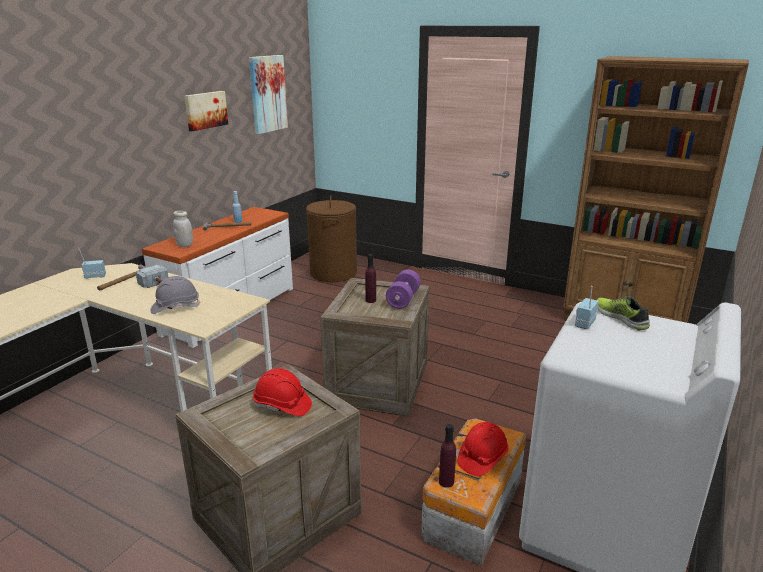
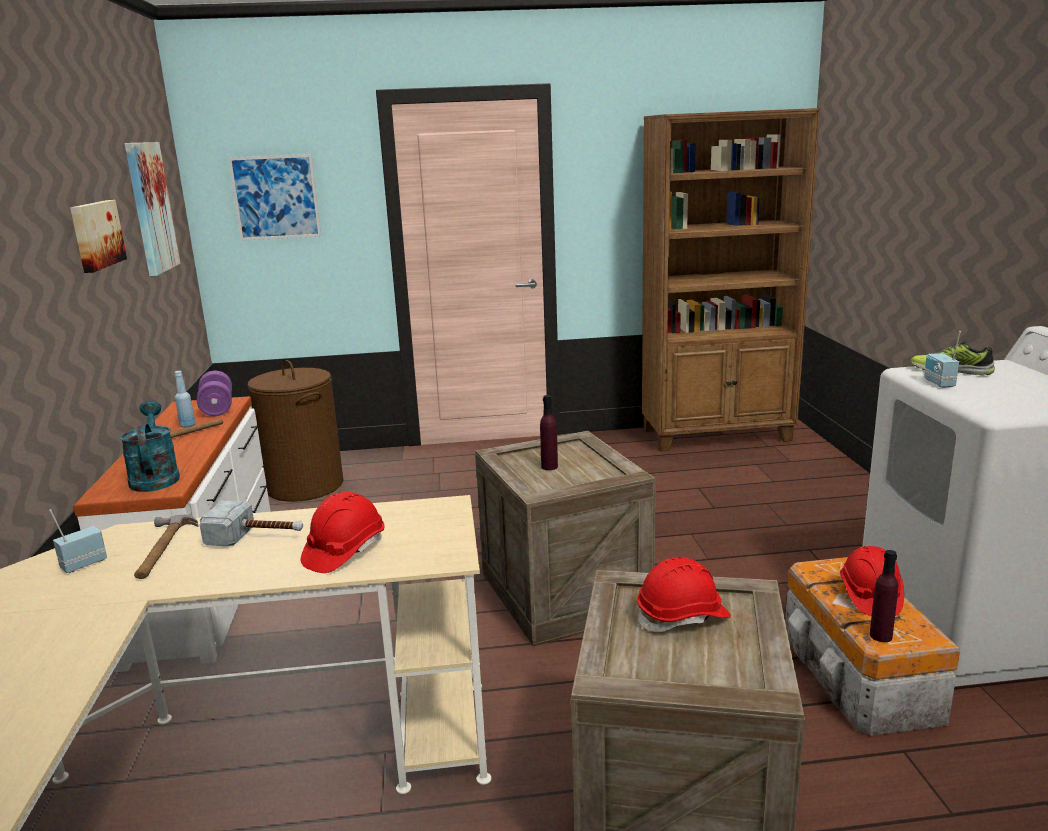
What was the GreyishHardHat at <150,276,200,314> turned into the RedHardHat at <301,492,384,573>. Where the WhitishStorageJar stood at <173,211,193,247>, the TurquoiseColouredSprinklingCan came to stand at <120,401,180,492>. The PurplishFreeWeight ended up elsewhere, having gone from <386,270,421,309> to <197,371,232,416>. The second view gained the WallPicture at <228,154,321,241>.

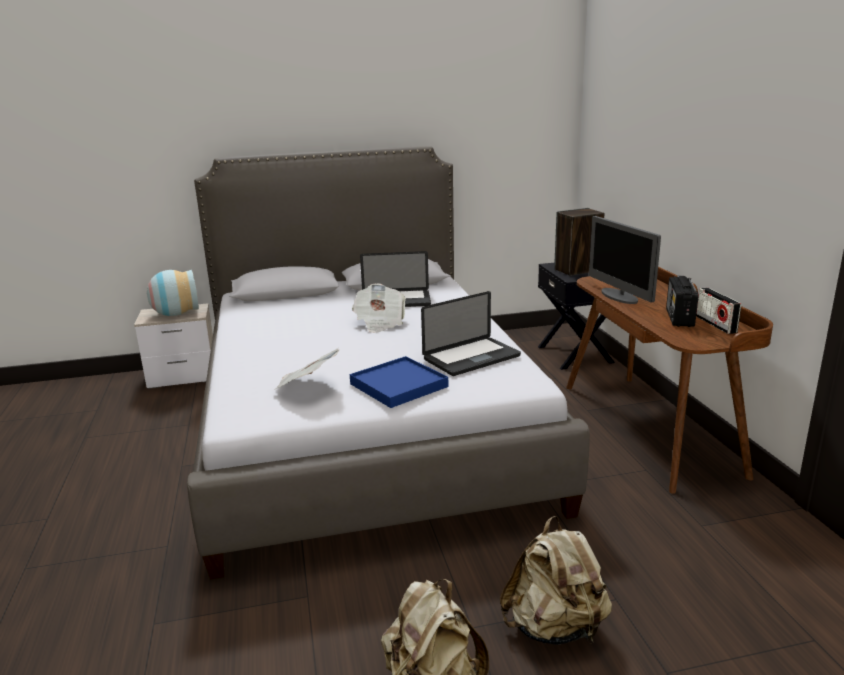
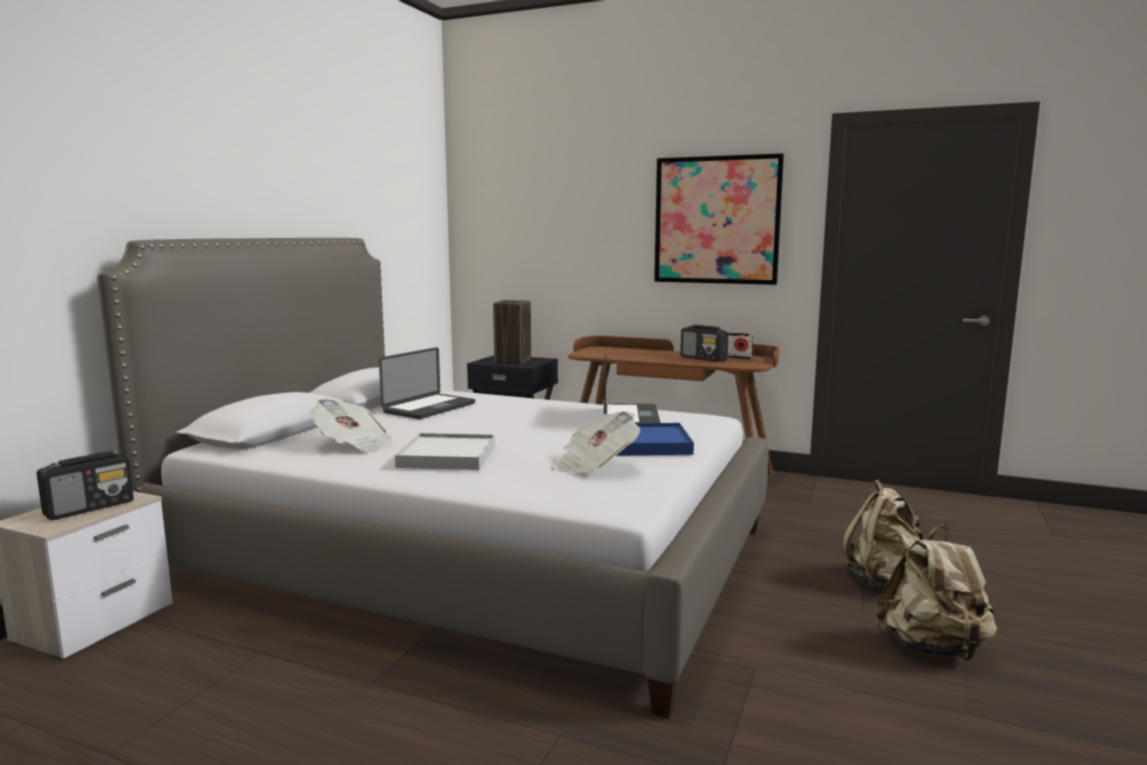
Where the Vase stood at <147,270,199,316>, the RadioSet came to stand at <36,451,134,520>. The PrintedPaper ended up elsewhere, having gone from <352,283,406,333> to <309,399,391,453>. The second view lost the ComputerDisplay at <589,216,661,304>. The second view gained the WhitishCarryingTray at <395,433,495,470>. The second view gained the WallPicture at <654,153,784,285>.

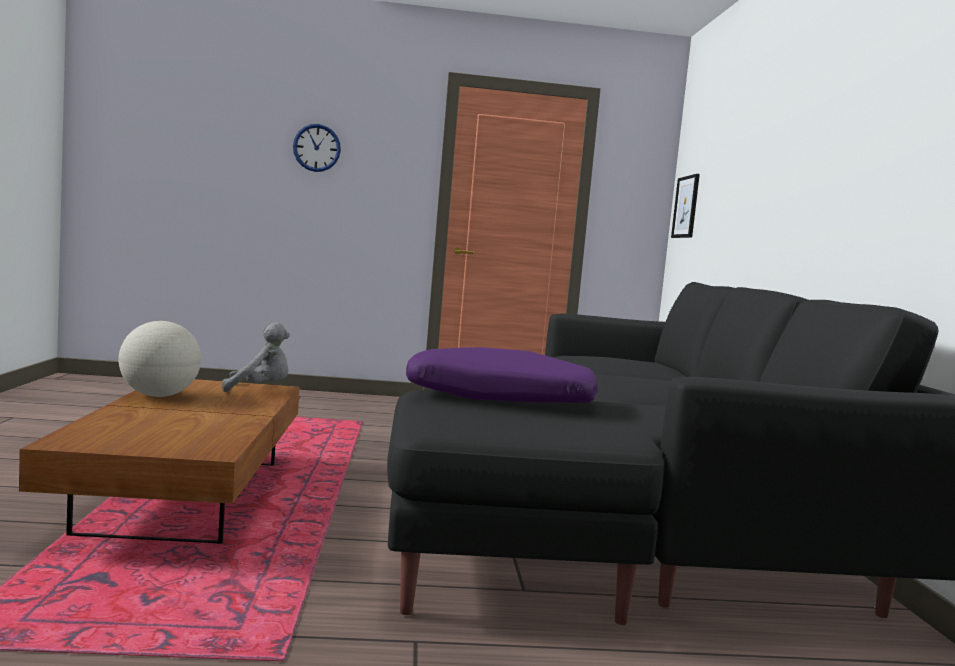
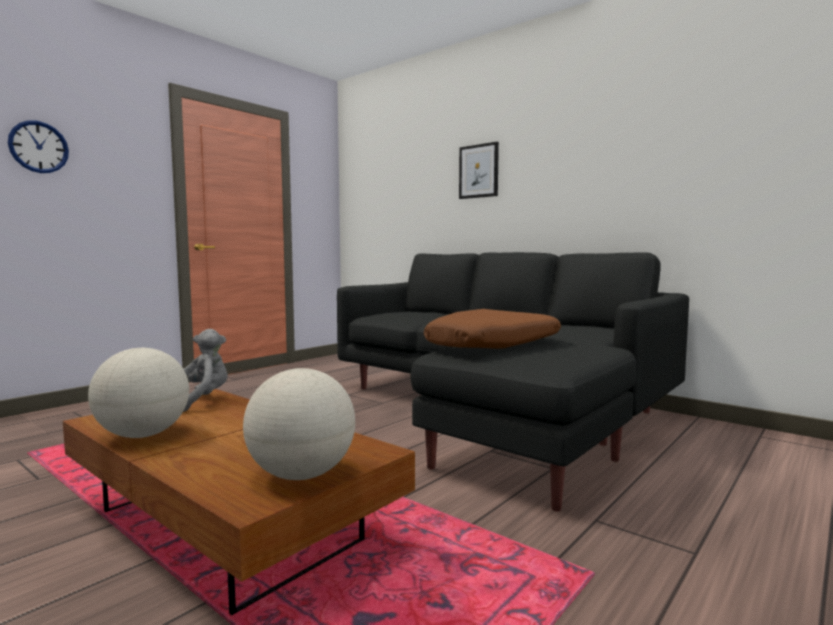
What was the PurplishPillow at <406,347,598,403> turned into the BrownishPillow at <424,309,561,349>. The WallPicture ended up elsewhere, having gone from <671,174,700,238> to <459,142,499,199>. The second view gained the WorldGlobe at <243,368,355,480>.

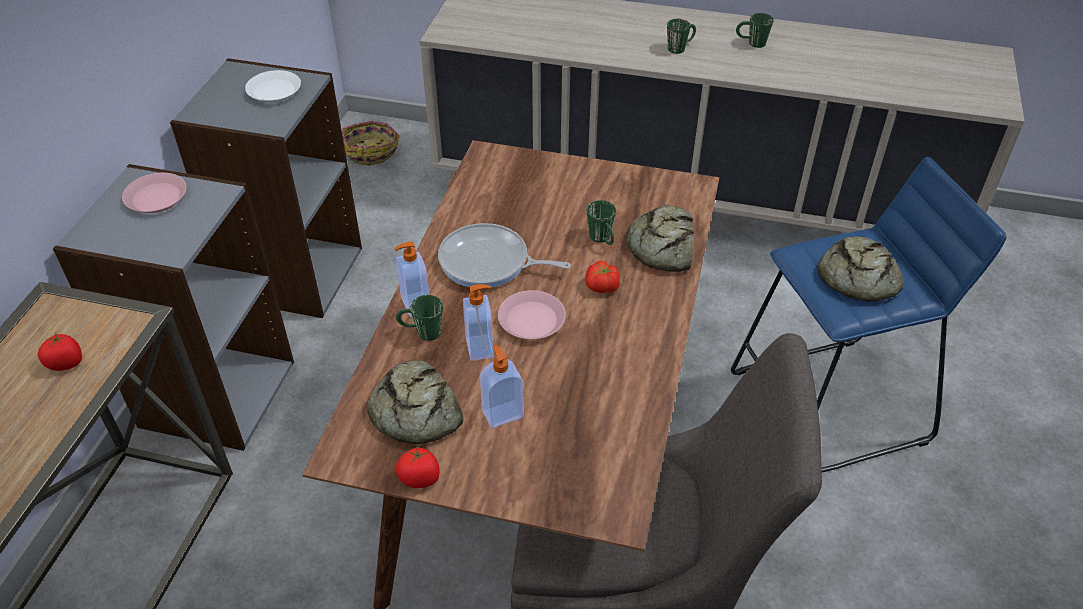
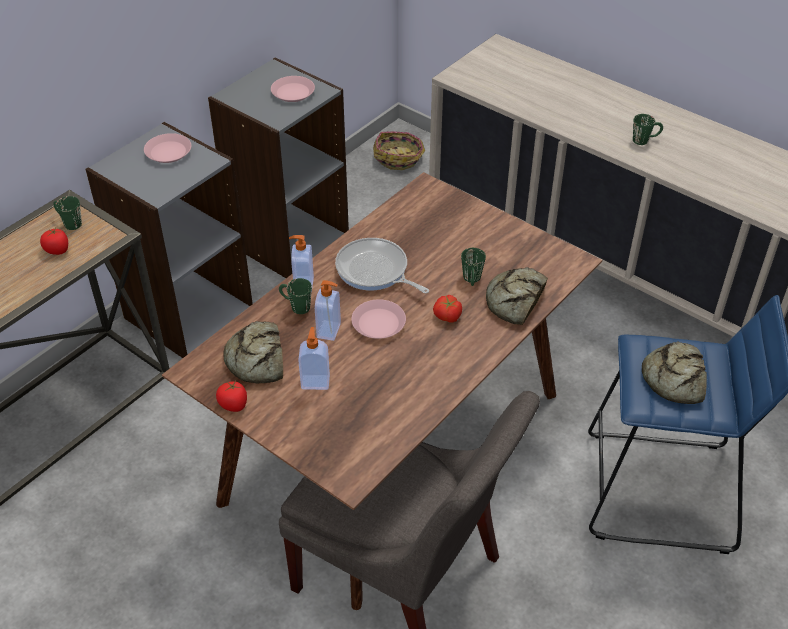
What was the WhitishPlate at <245,70,301,103> turned into the PinkColouredPlate at <271,76,315,102>. The GreenMug ended up elsewhere, having gone from <736,13,774,48> to <53,196,82,230>.

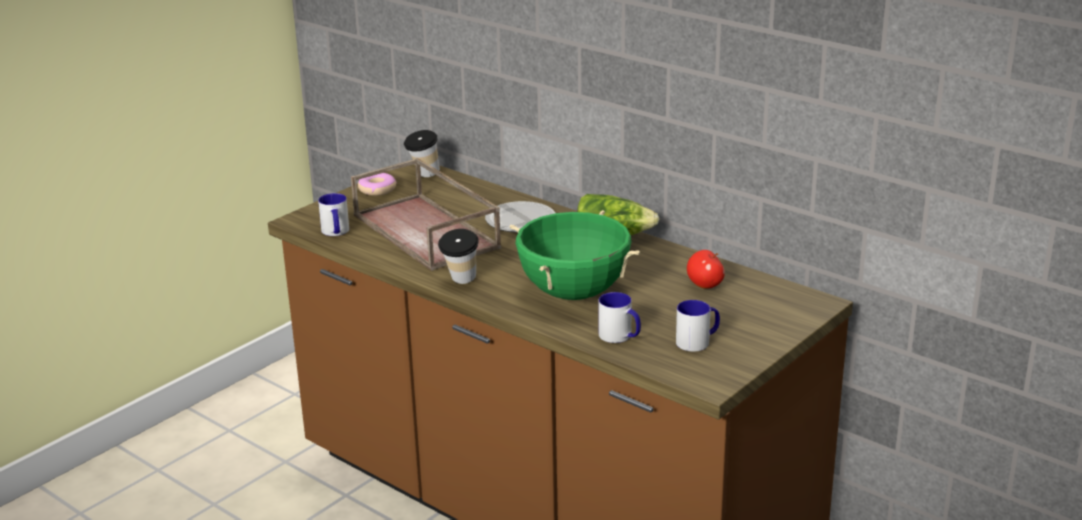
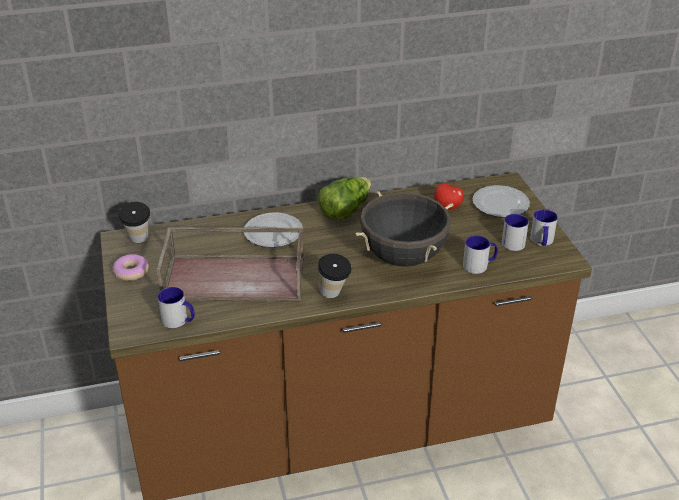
What was the GreenSaucepot at <510,210,640,300> turned into the BlackishSaucepot at <355,191,454,267>. The second view gained the Plate at <473,185,530,217>. The second view gained the Mug at <530,209,558,246>.

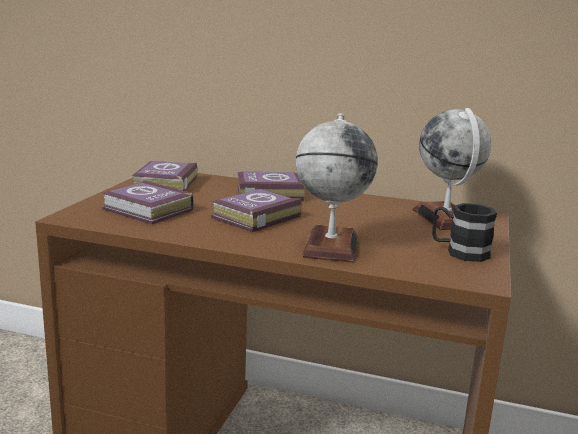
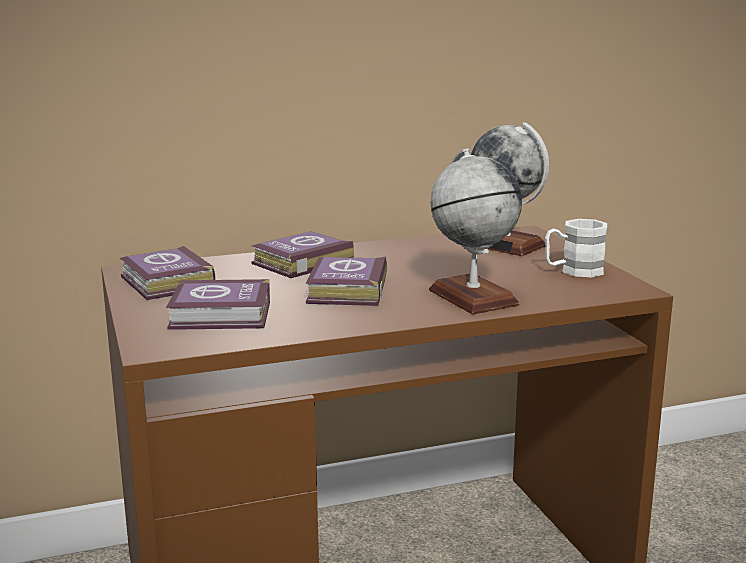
What was the BlackishMug at <432,203,497,262> turned into the WhitishMug at <545,219,607,277>.

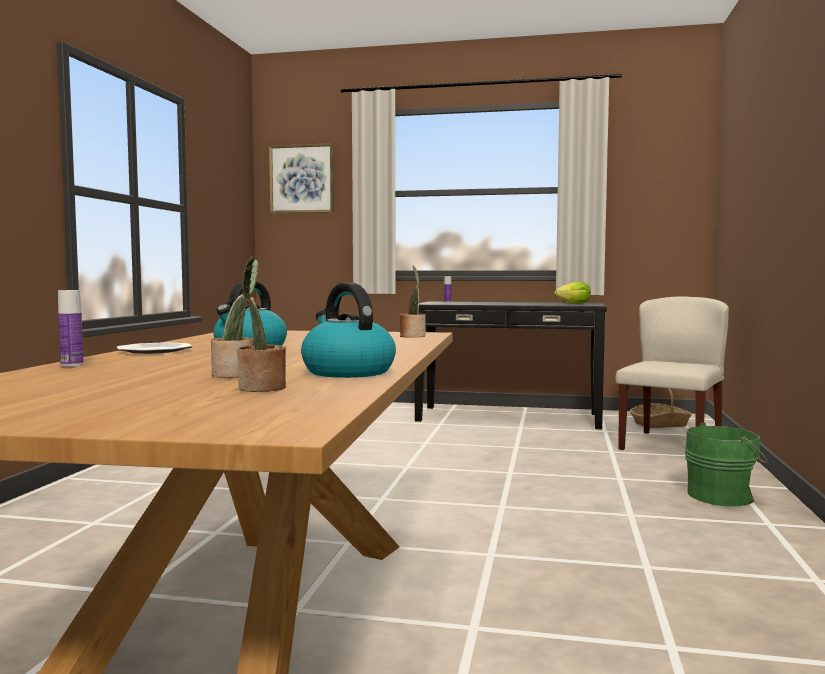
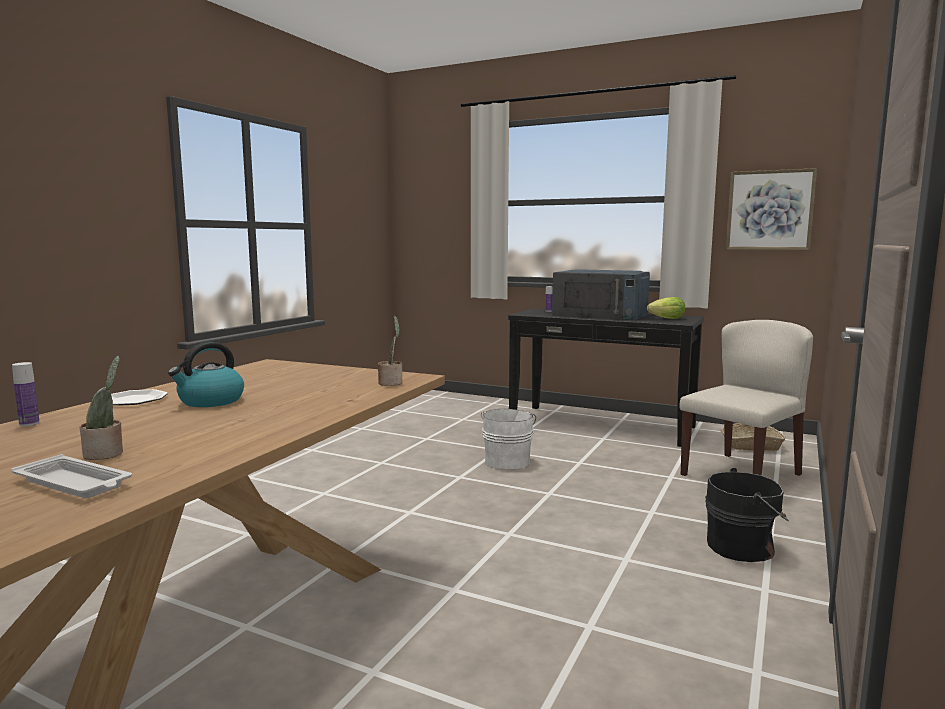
Where the PlantInAPot stood at <237,257,286,392>, the WhitishCarryingTray came to stand at <11,454,132,498>. The WallPicture ended up elsewhere, having gone from <269,143,334,213> to <726,168,817,250>. The second view lost the WaterKettle at <301,282,396,378>. What was the GreenBucket at <685,422,768,506> turned into the BlackishBucket at <705,468,789,562>. The second view gained the WhitishBucket at <481,409,536,469>. The second view gained the BlueColouredMicrowaveOven at <552,269,650,320>.

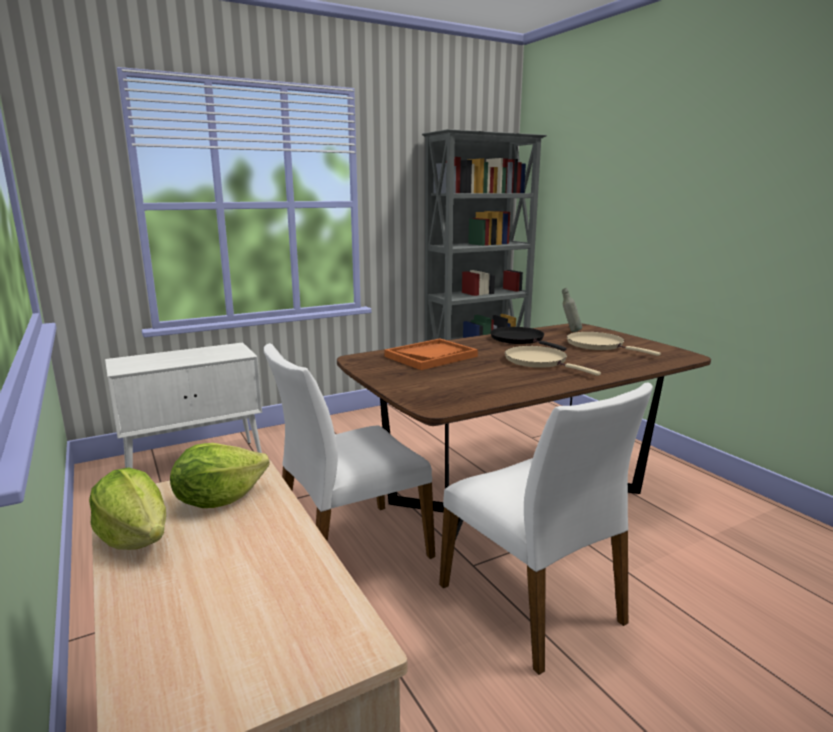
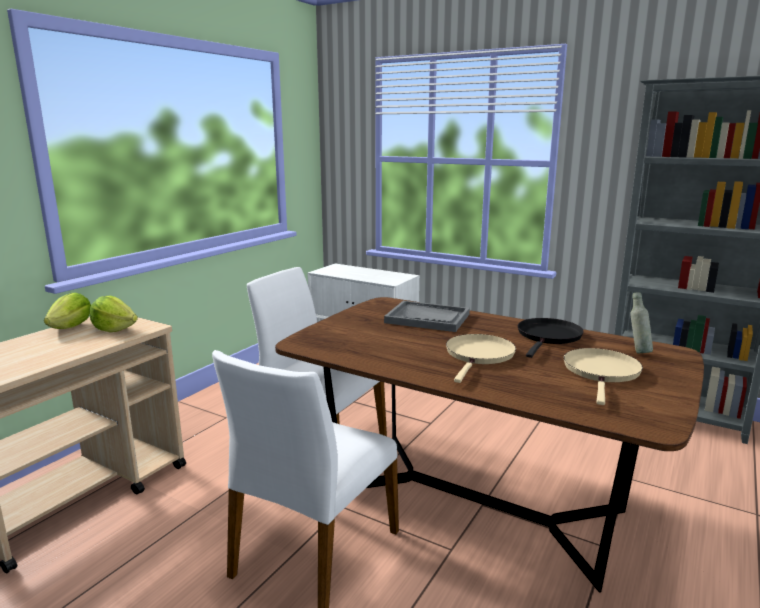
What was the OrangeyCarryingTray at <384,338,478,370> turned into the GreyishCarryingTray at <384,301,470,332>.

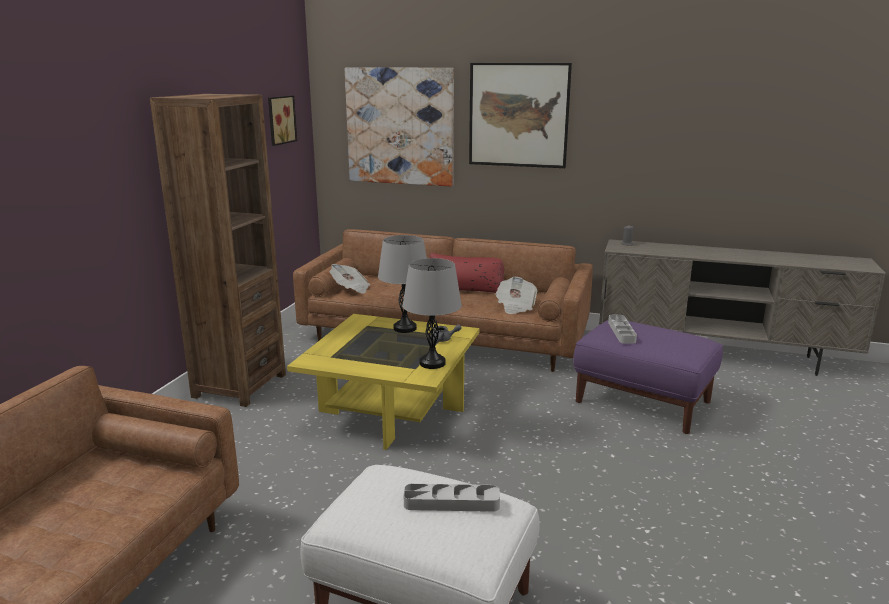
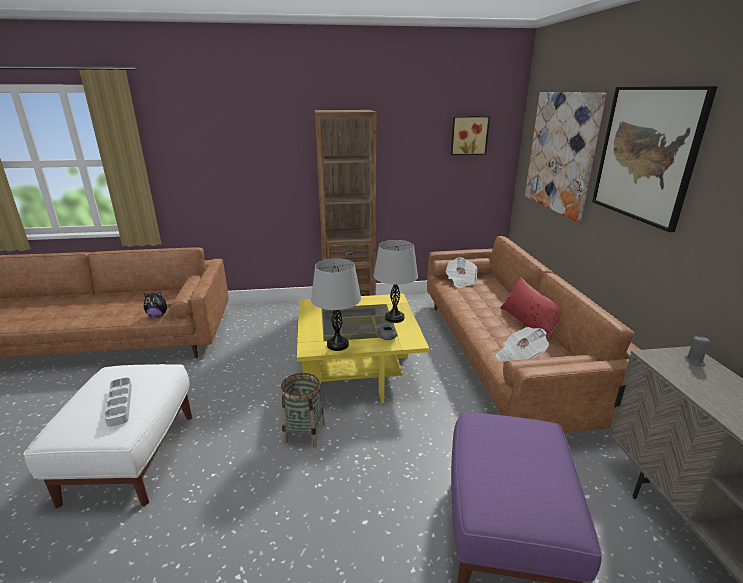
The second view lost the GreyishCarryingTray at <608,315,637,344>. The second view gained the CuddlyToy at <143,292,171,317>. The second view gained the StorageBasket at <281,373,325,447>.

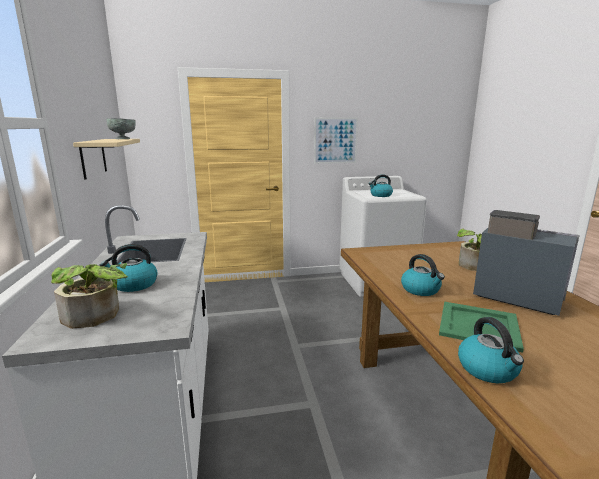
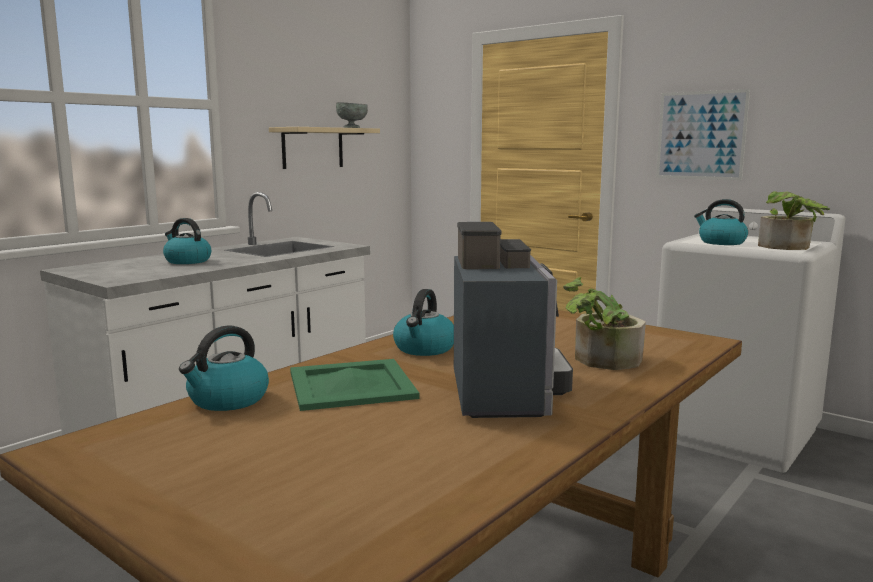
The PlantInAPot ended up elsewhere, having gone from <51,263,128,329> to <758,191,830,250>.

